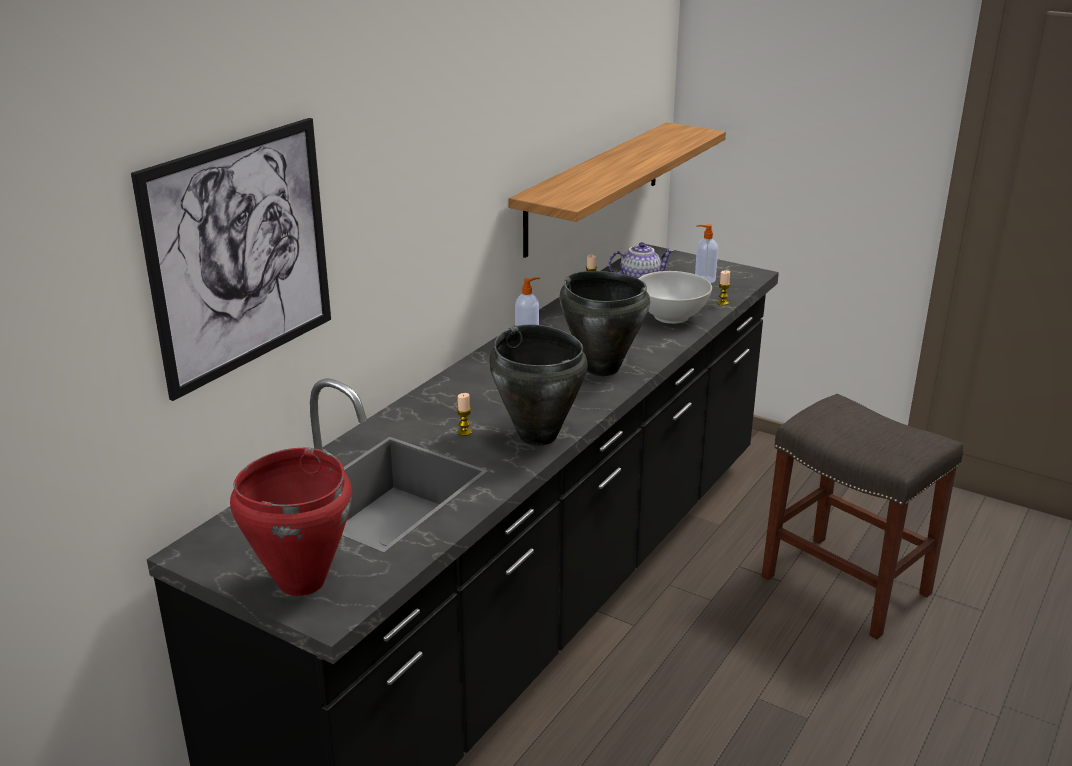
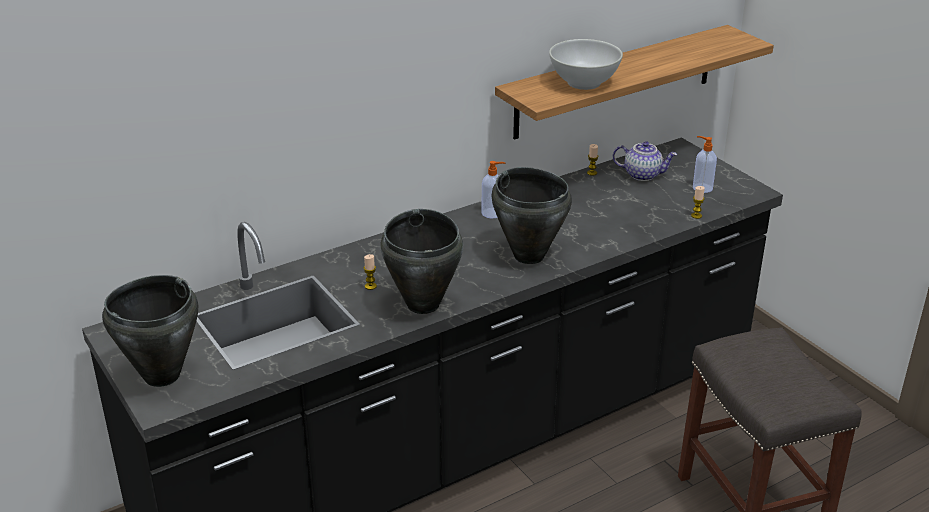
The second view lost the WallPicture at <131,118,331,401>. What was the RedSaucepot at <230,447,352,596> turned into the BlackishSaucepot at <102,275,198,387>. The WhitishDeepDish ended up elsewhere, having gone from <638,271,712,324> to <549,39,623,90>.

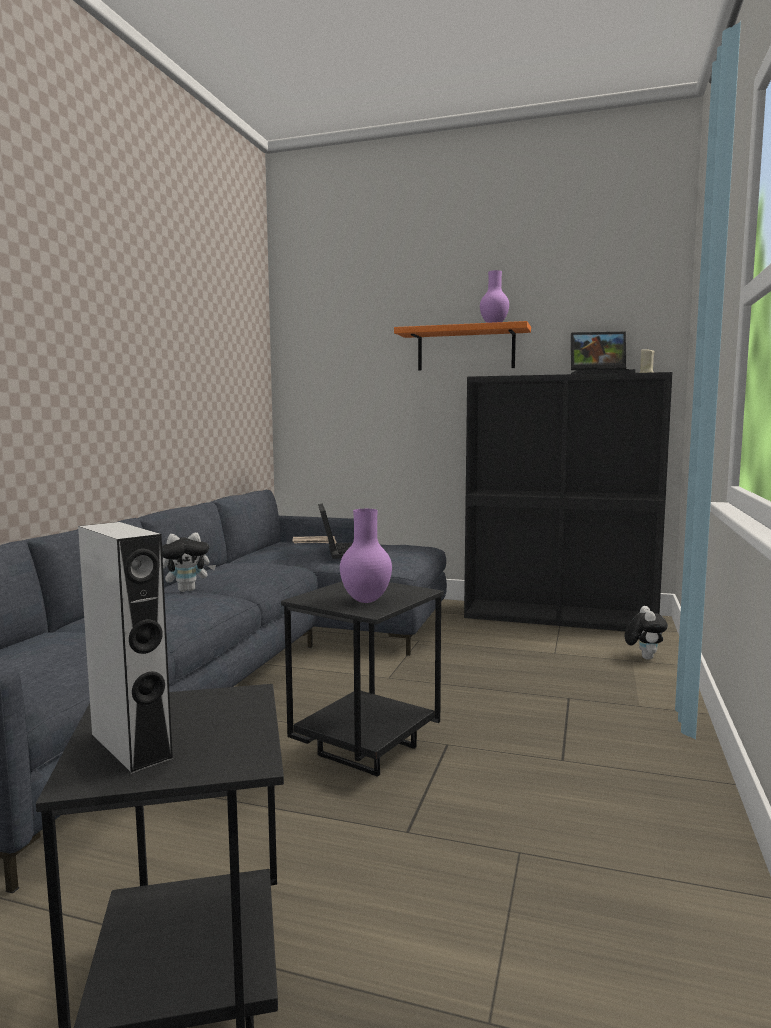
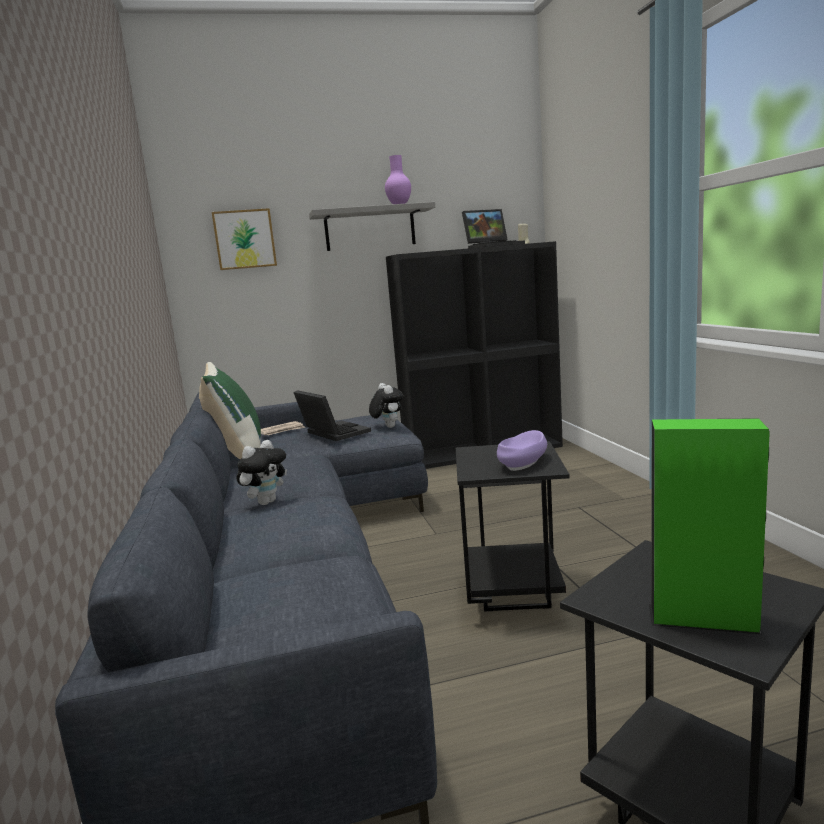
What was the GreyishLoudspeaker at <78,522,174,775> turned into the GreenLoudspeaker at <649,418,770,634>. Where the PurplishVase stood at <340,509,392,603>, the PurplishDeepDish came to stand at <497,430,547,471>. What was the OrangeyBracketShelf at <394,321,531,371> turned into the GreyishBracketShelf at <309,202,435,251>. The CuddlyToy ended up elsewhere, having gone from <624,606,668,660> to <369,383,403,428>. The second view gained the GreenPillow at <199,362,261,459>. The second view gained the WallPicture at <212,208,277,270>.

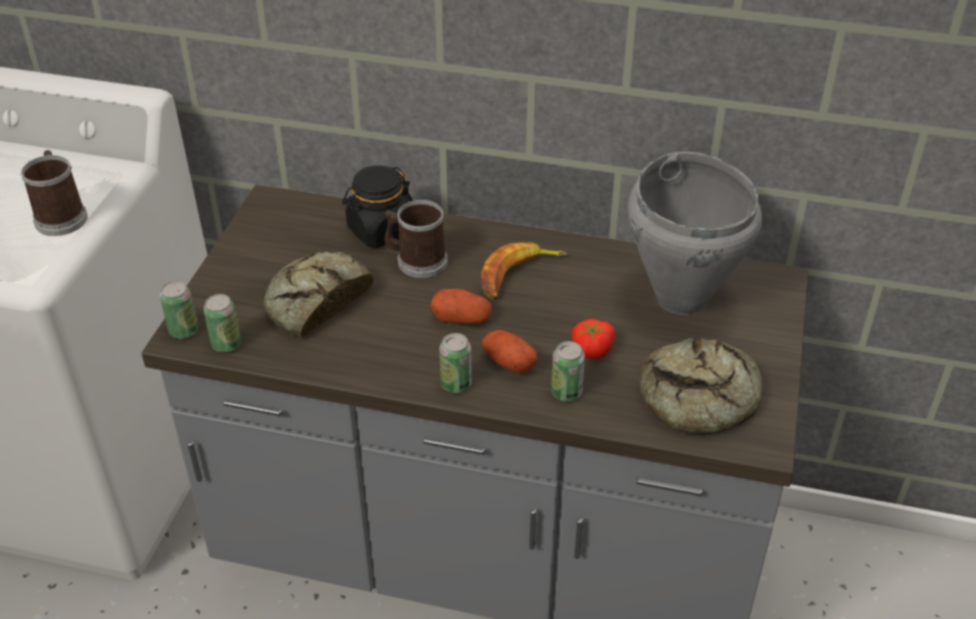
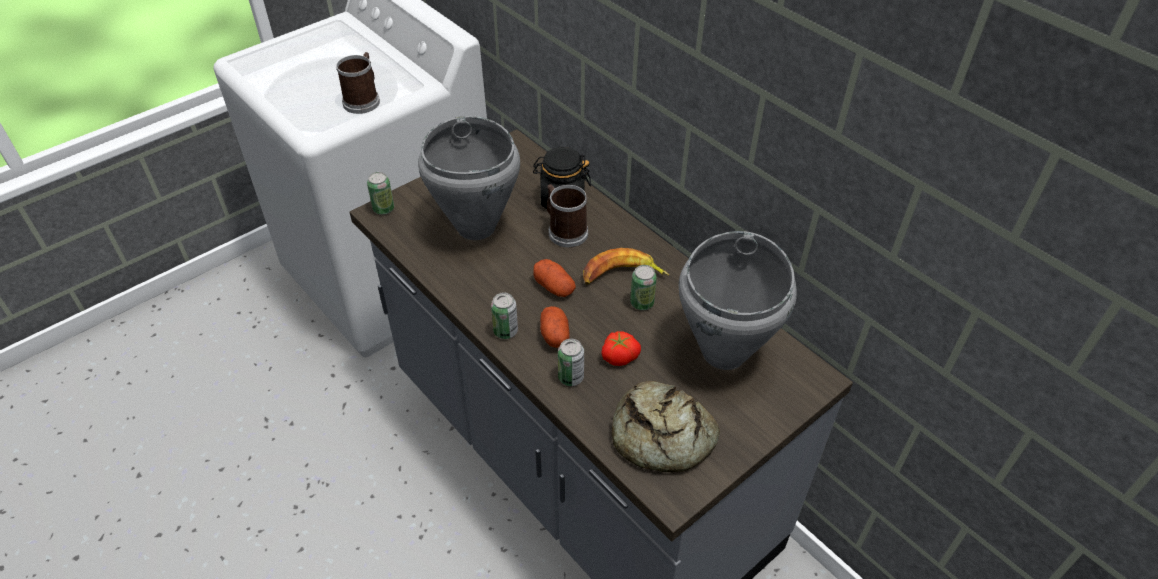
The MetalCan ended up elsewhere, having gone from <204,294,241,352> to <630,265,657,310>. Where the Bread stood at <263,251,374,337>, the GreyishSaucepot came to stand at <418,116,520,240>.

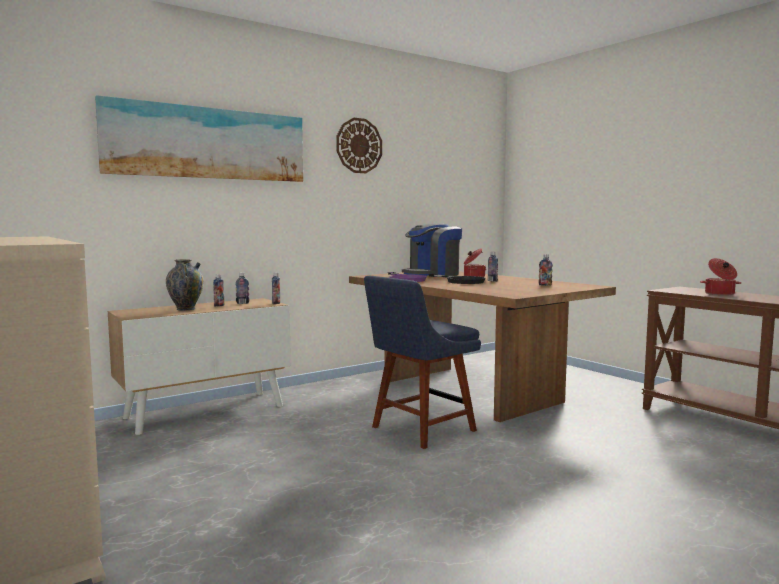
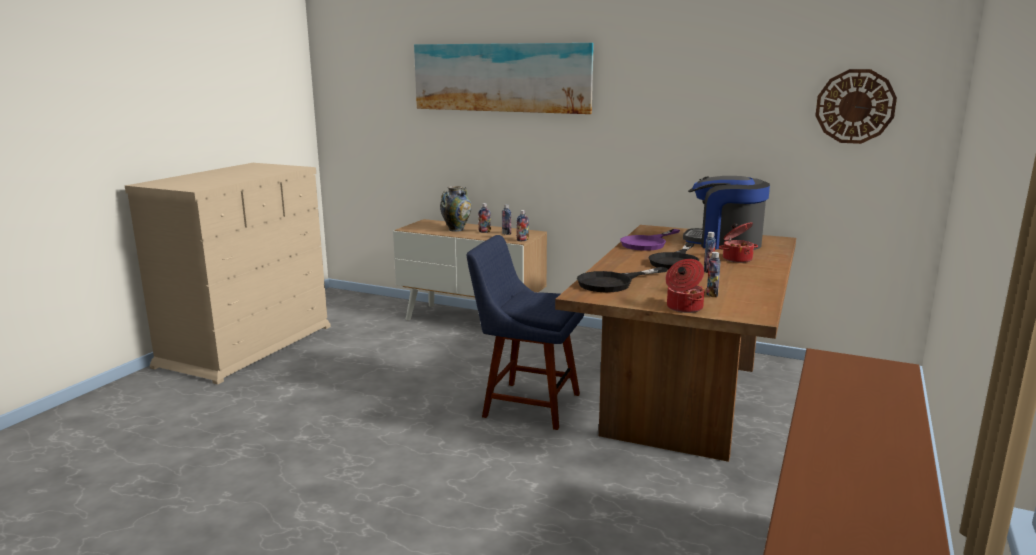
The ClockOnTheWall ended up elsewhere, having gone from <336,118,382,173> to <815,69,897,144>. The Saucepot ended up elsewhere, having gone from <700,258,741,296> to <666,259,705,313>. The second view gained the BlackishSkillet at <577,267,667,292>.

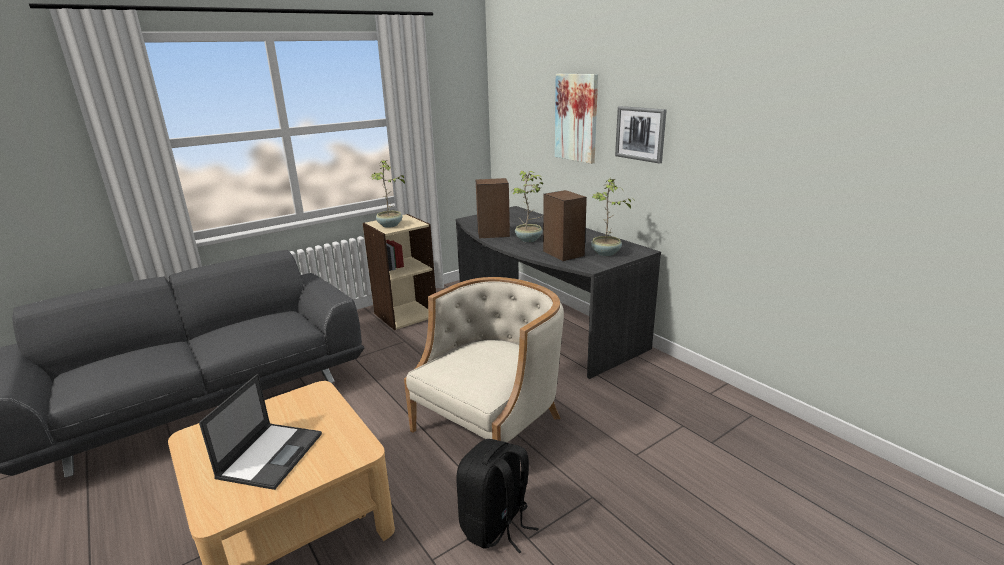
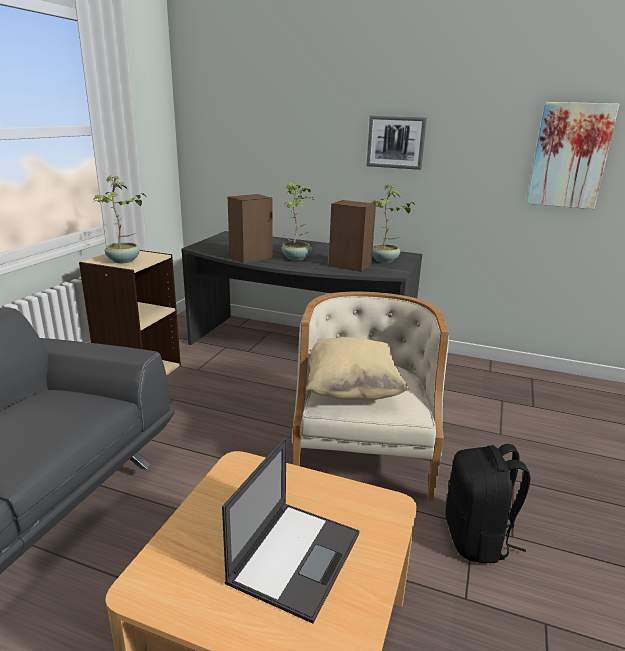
The NotebookComputer at <199,374,322,490> ended up facing another way, 45 degrees clockwise from before. The WallPicture ended up elsewhere, having gone from <555,74,598,164> to <526,102,619,209>. The second view gained the BeigeColouredPillow at <306,337,409,400>.

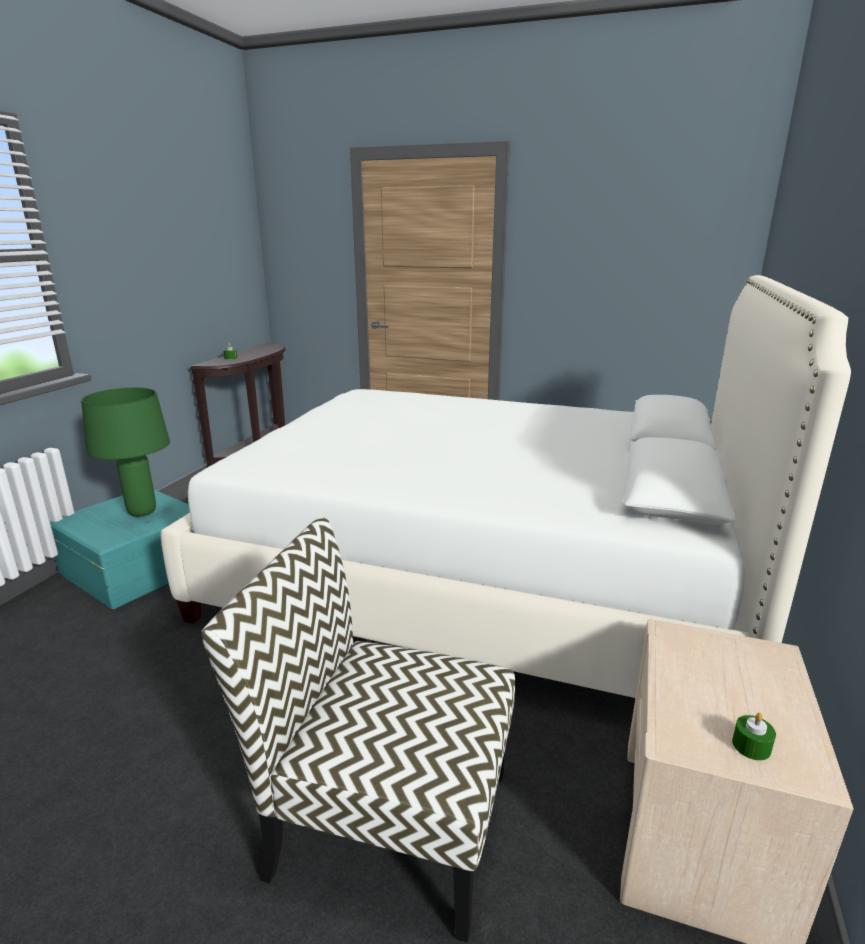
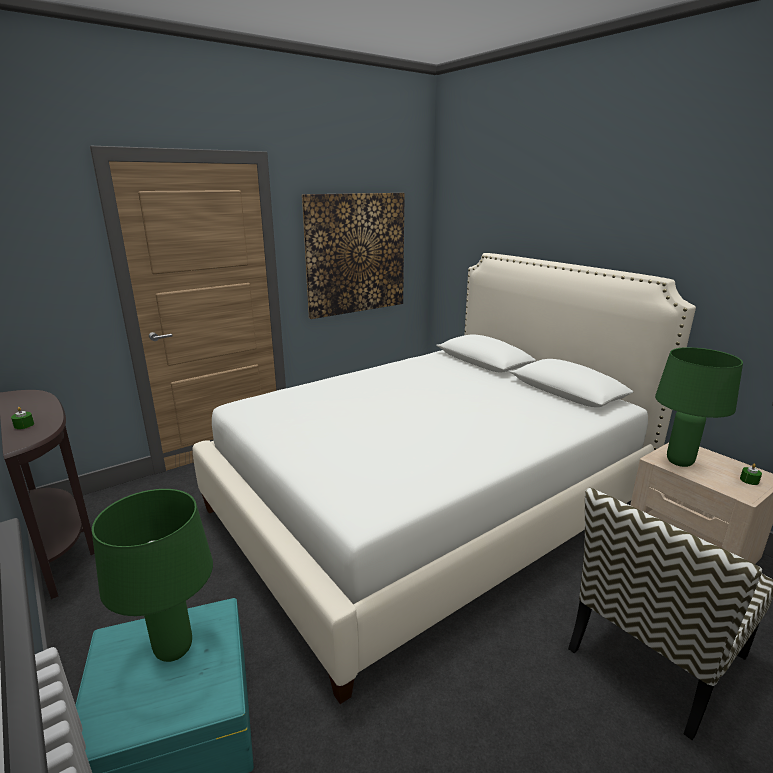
The second view gained the WallPicture at <302,193,405,319>. The second view gained the GreenLampForATable at <655,347,743,467>.

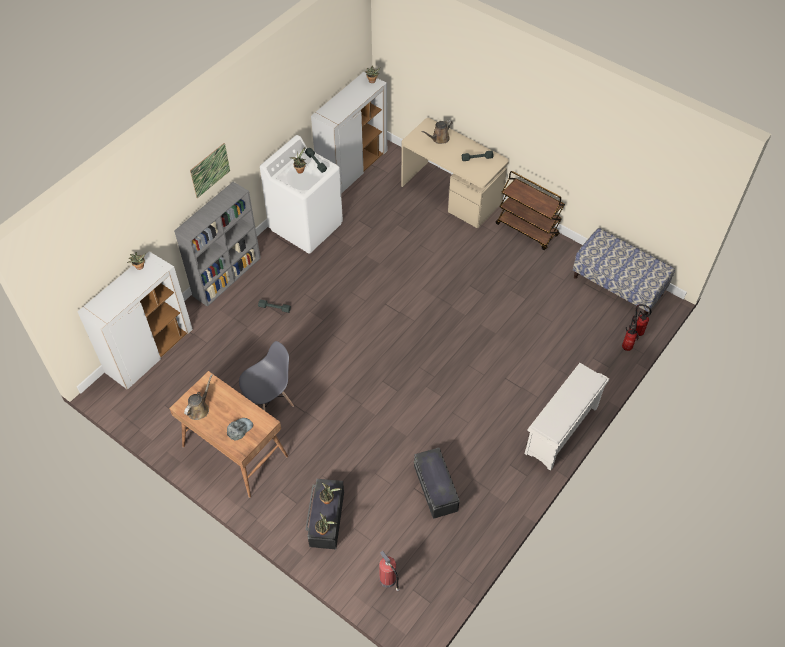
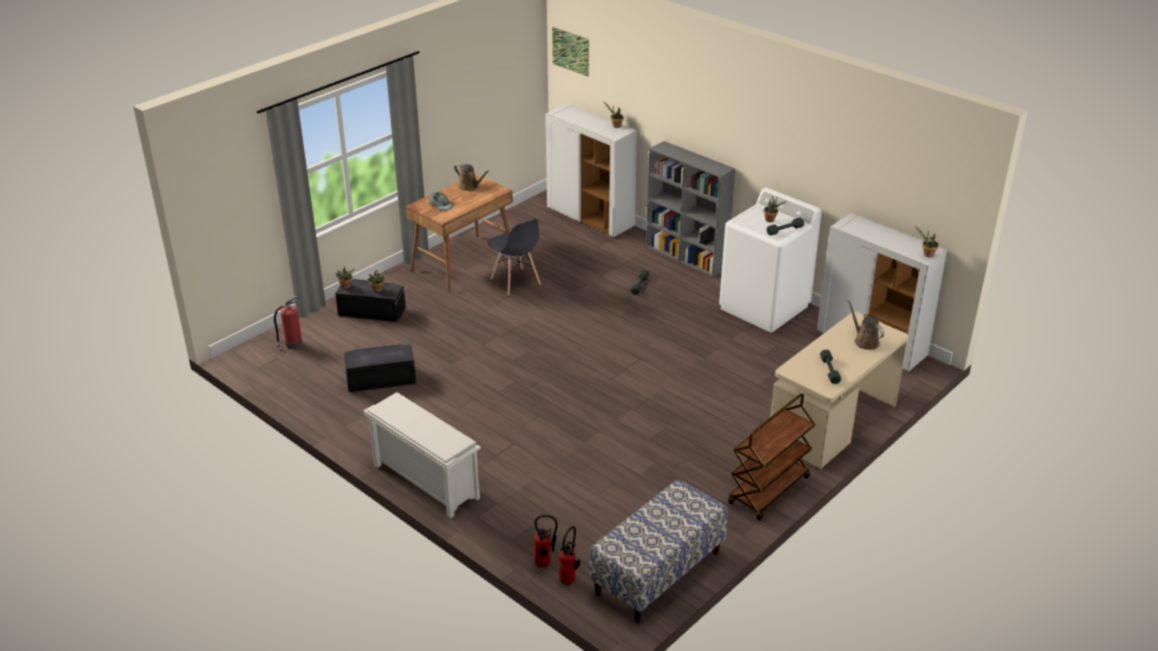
The WallPicture ended up elsewhere, having gone from <190,143,230,198> to <552,27,589,76>.

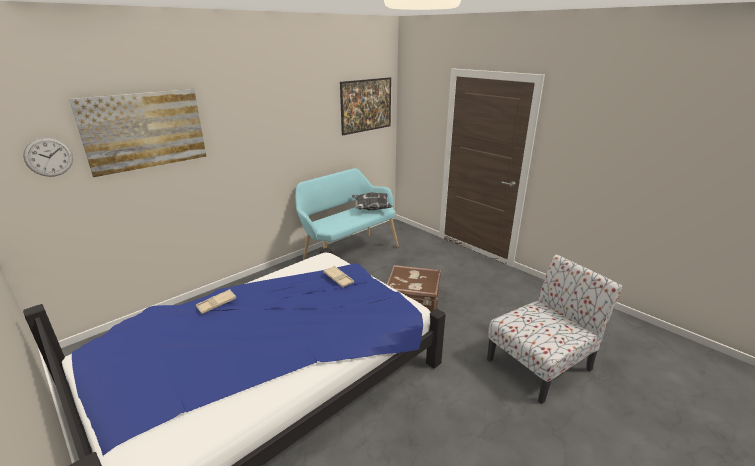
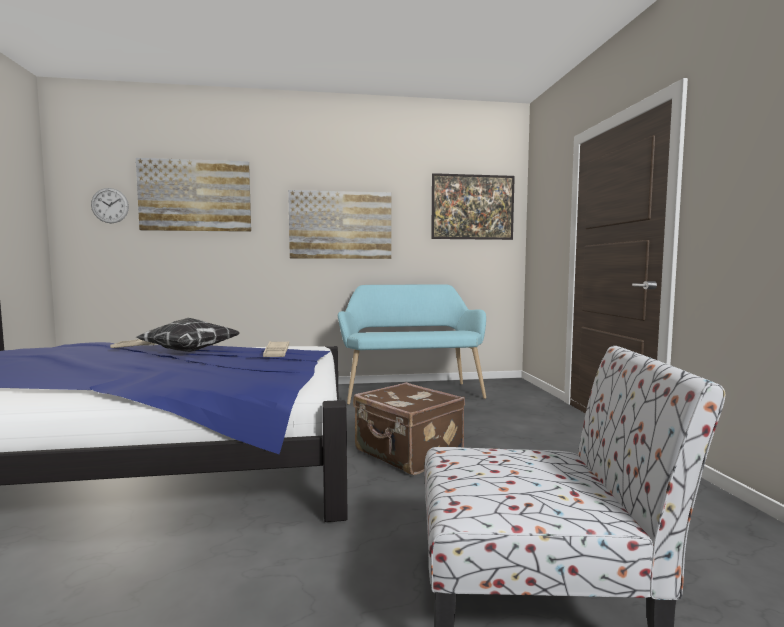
The Pillow ended up elsewhere, having gone from <352,192,393,211> to <136,318,239,352>. The second view gained the WallPicture at <288,190,391,259>.

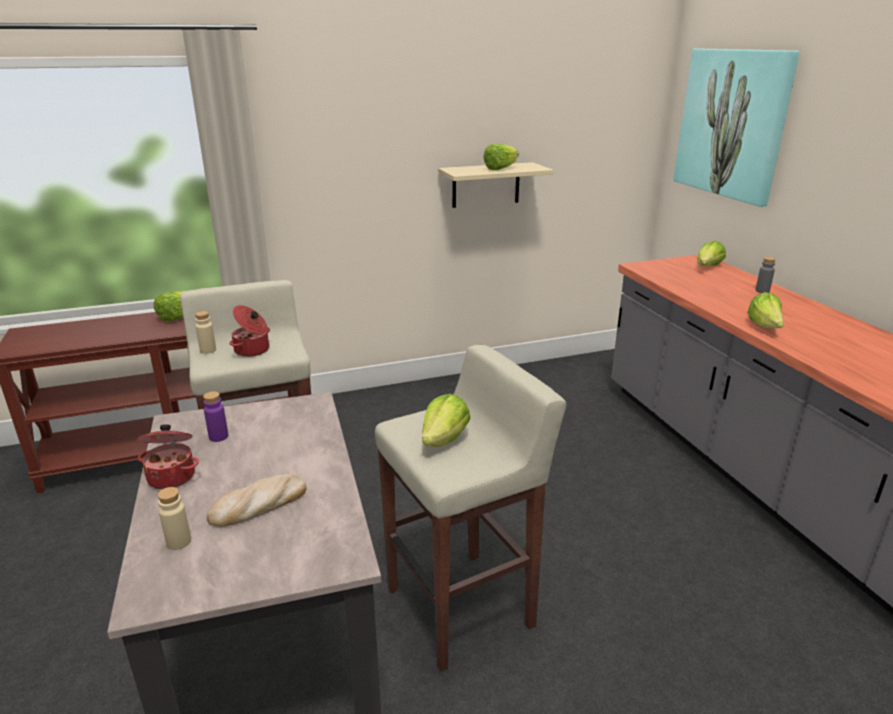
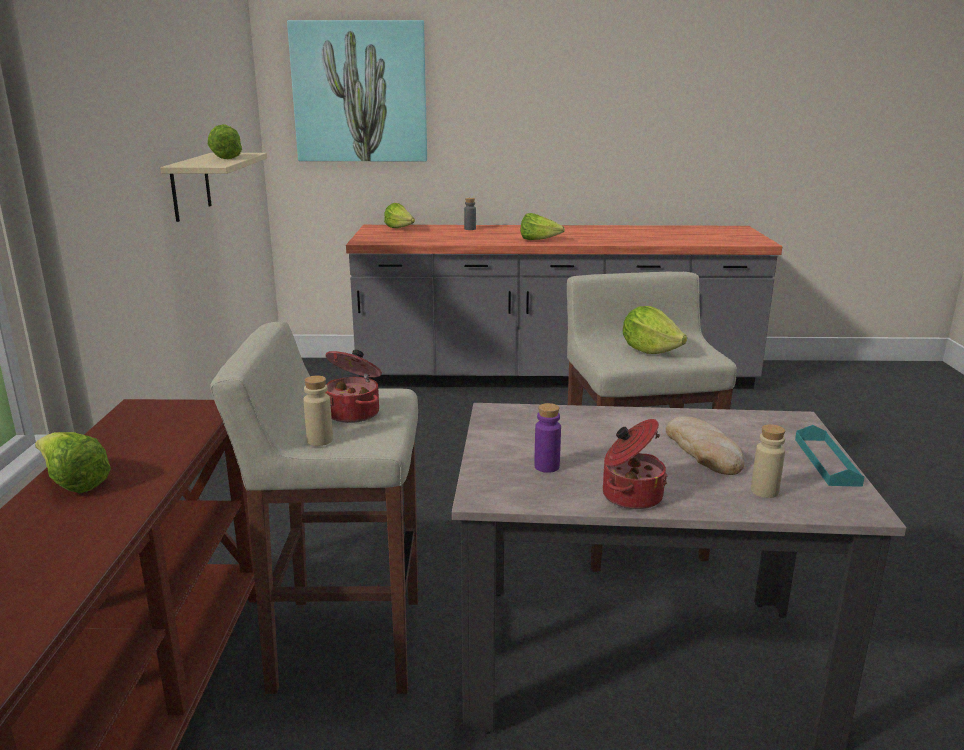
The second view gained the TurquoiseColouredCarryingTray at <795,425,864,487>.

